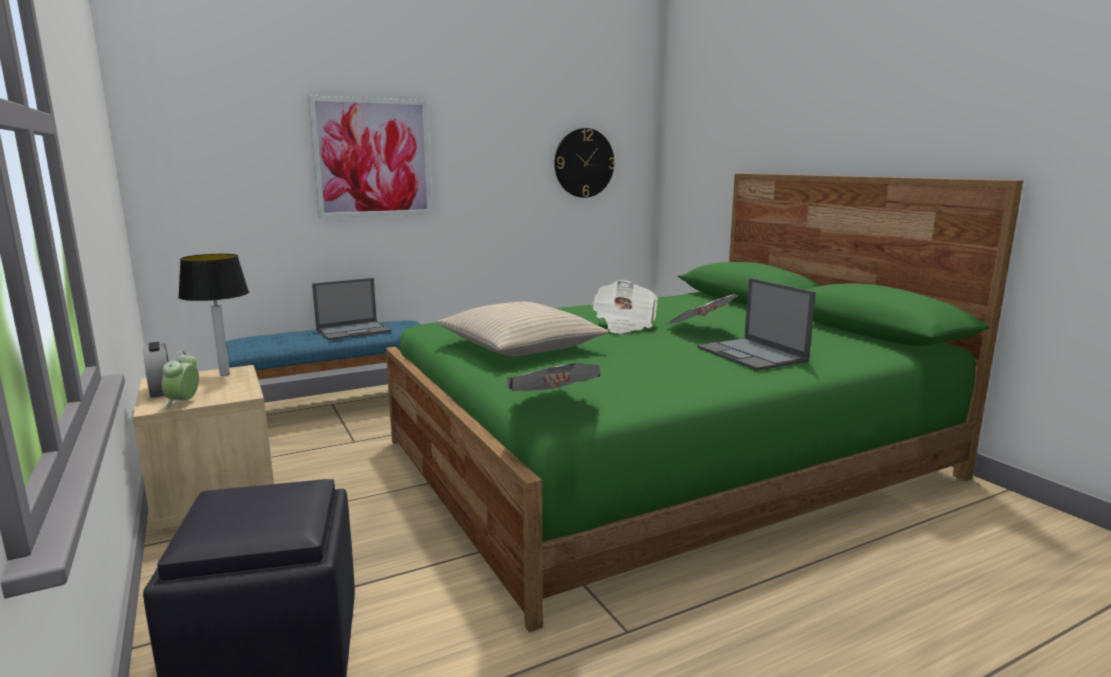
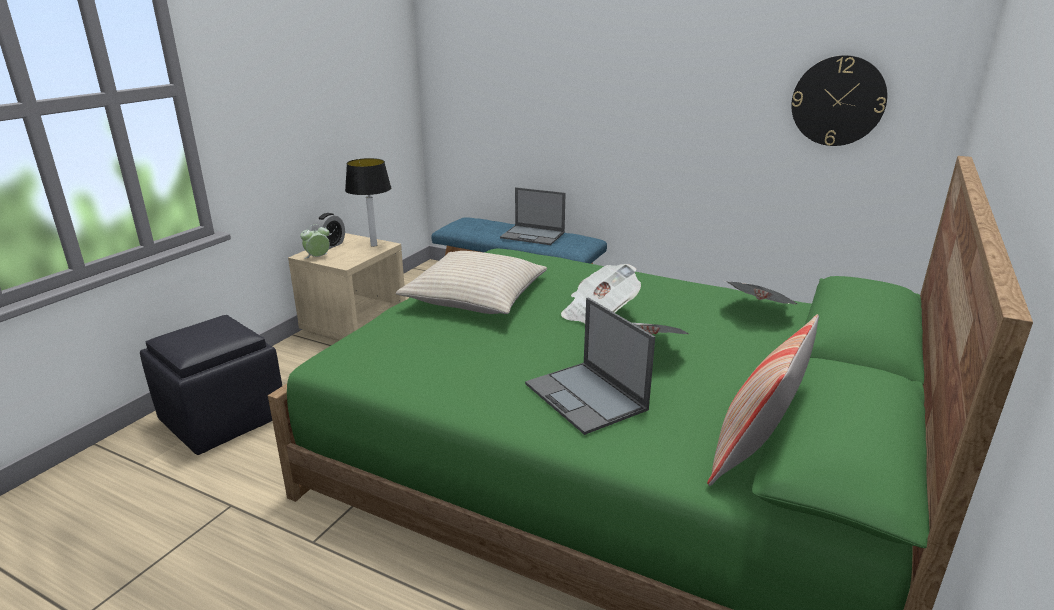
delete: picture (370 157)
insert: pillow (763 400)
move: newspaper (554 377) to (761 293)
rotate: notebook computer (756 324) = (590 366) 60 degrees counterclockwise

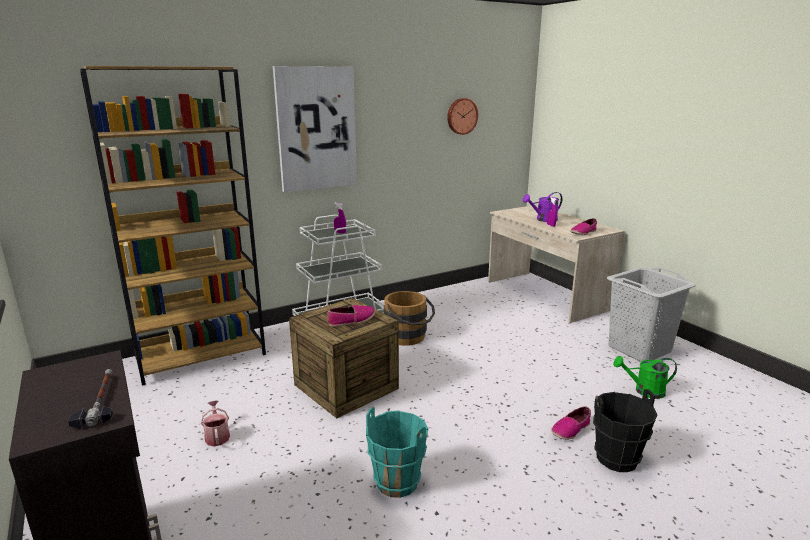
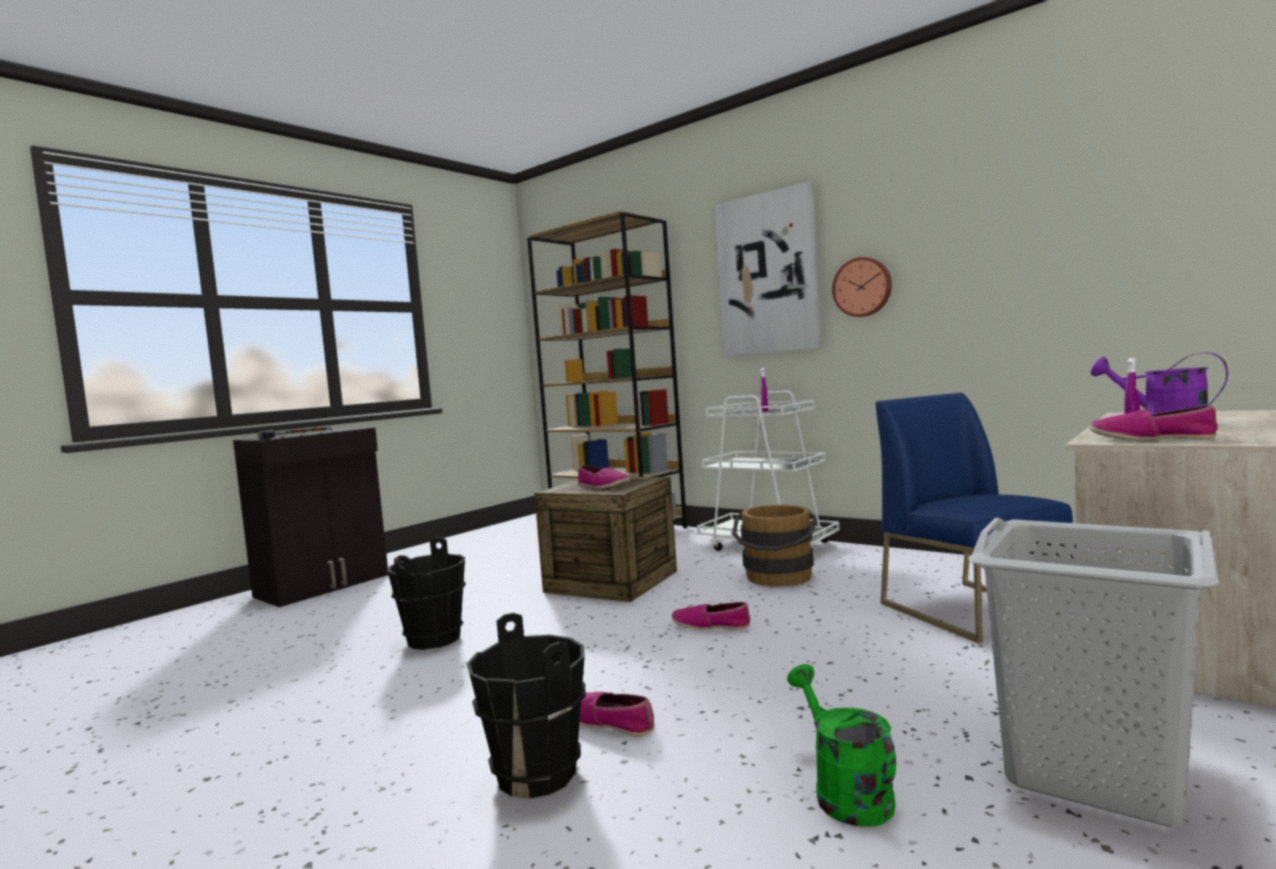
delete: watering pot (215 423)
insert: low shoe (711 616); blue chair (974 518)
move: wall clock (462 116) to (862 287)
recolor: blue-green bucket (397 452) to blackish bucket (426 593)

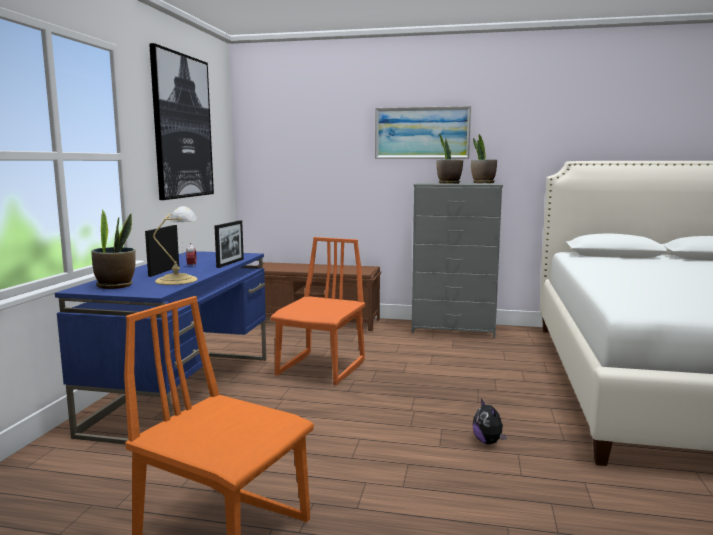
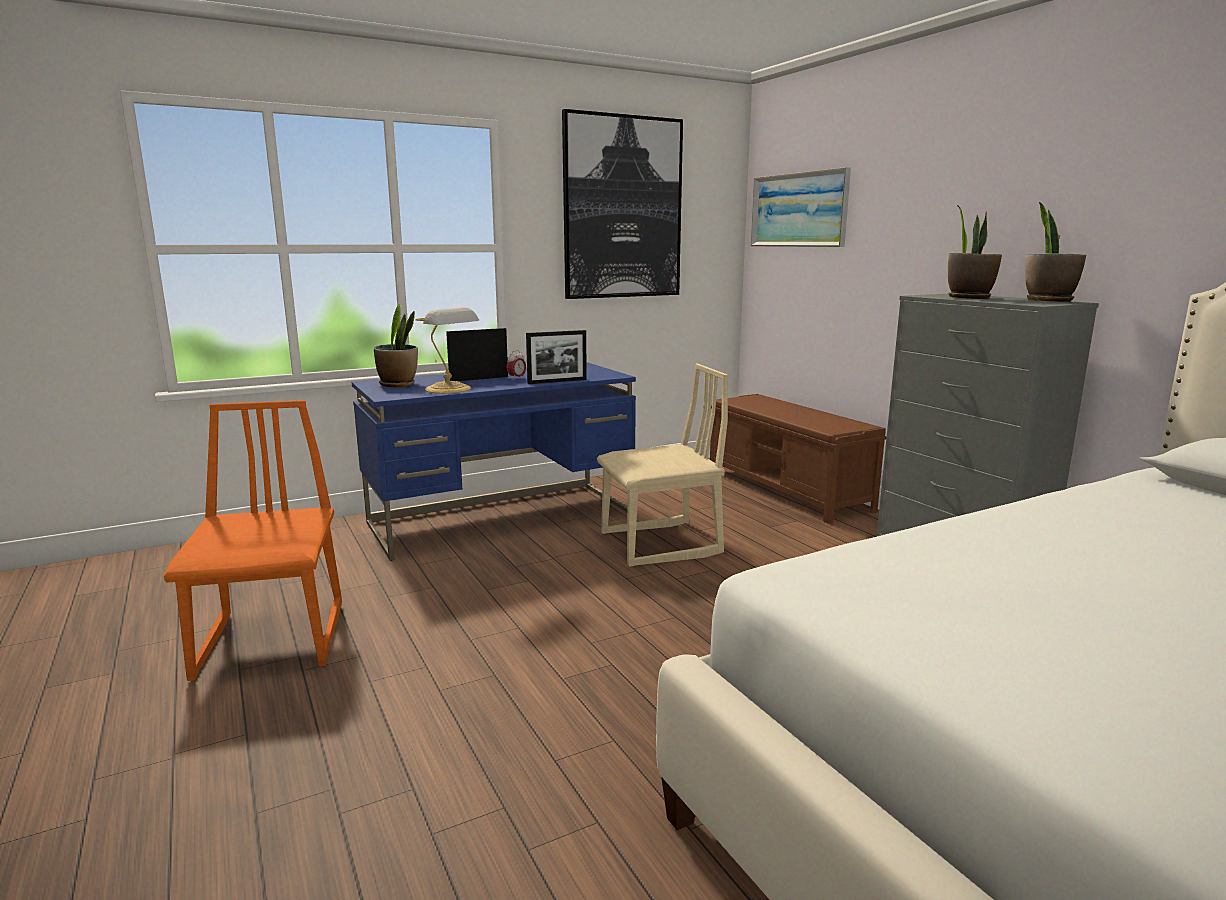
delete: plush toy (490 421)
move: picture (423 132) to (801 207)
recolor: orange-coloured chair (317 311) to beige chair (662 465)

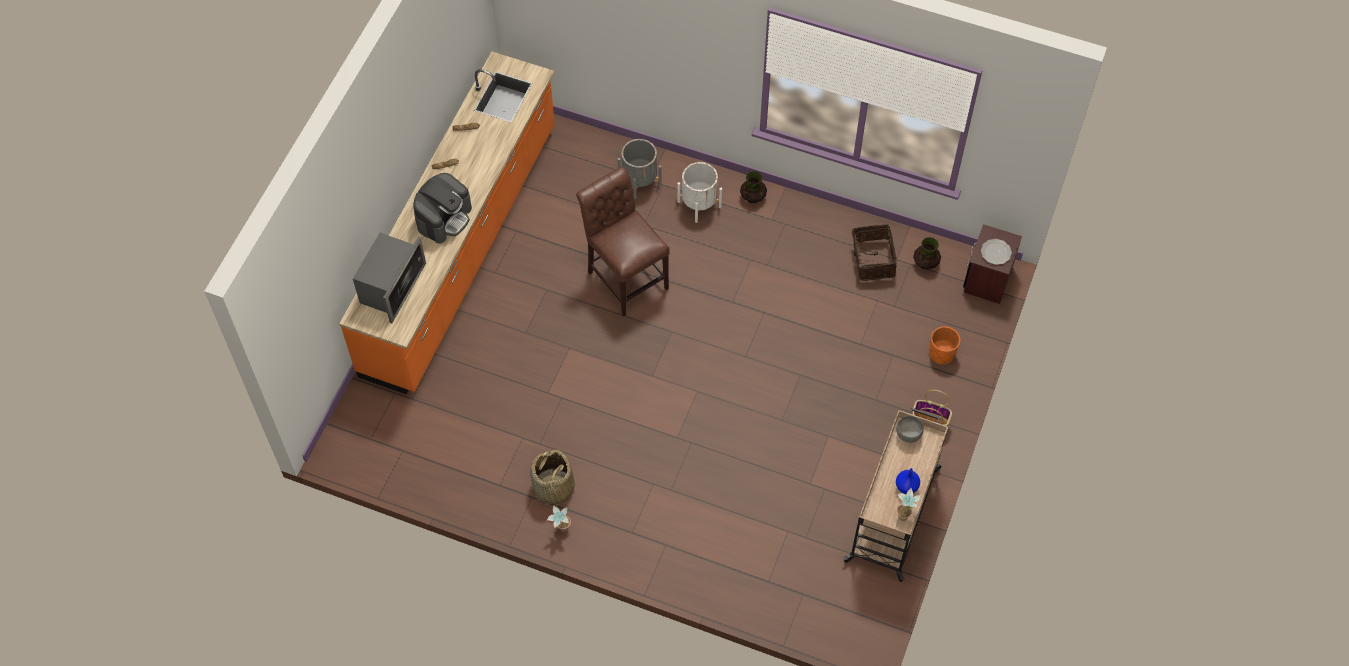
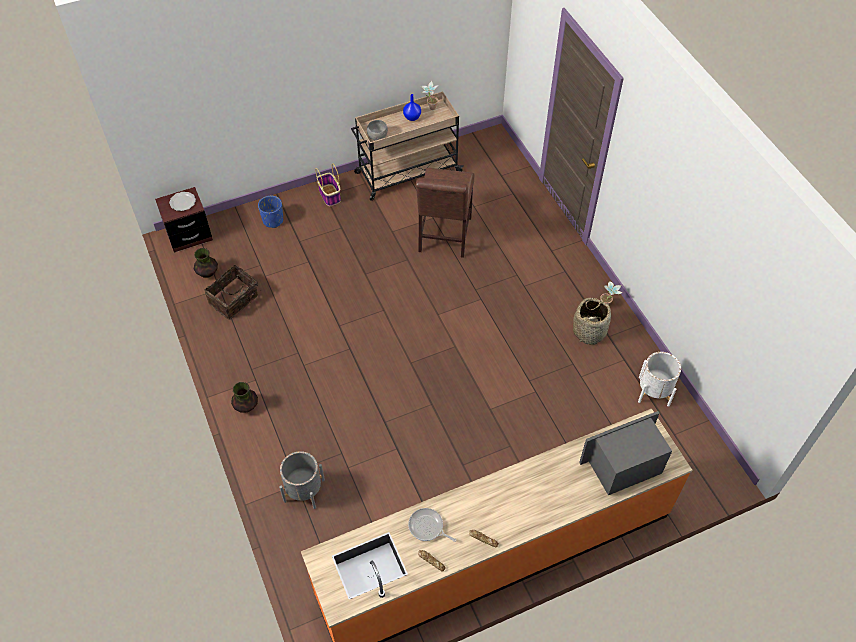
delete: coffee brewer (442 208)
insert: skillet (432 525)
move: brown-coloured chair (623 241) to (445 213); white planter (699 192) to (659 379)
recolor: orange-coloured planter (944 345) to blue planter (270 212)

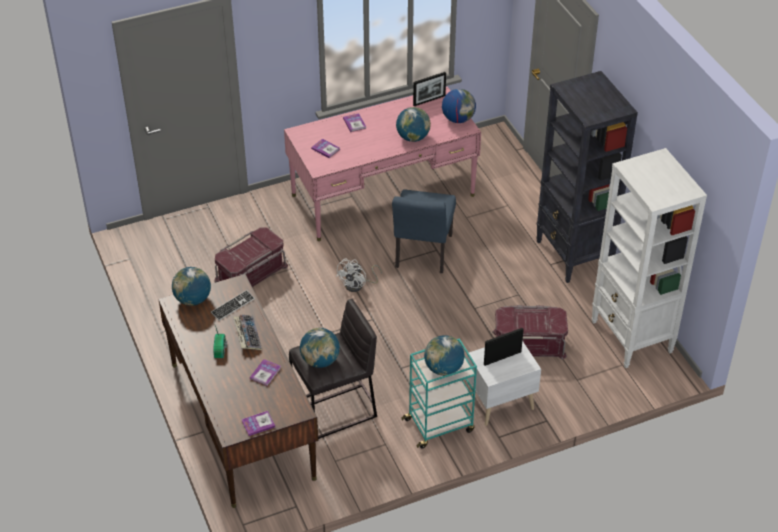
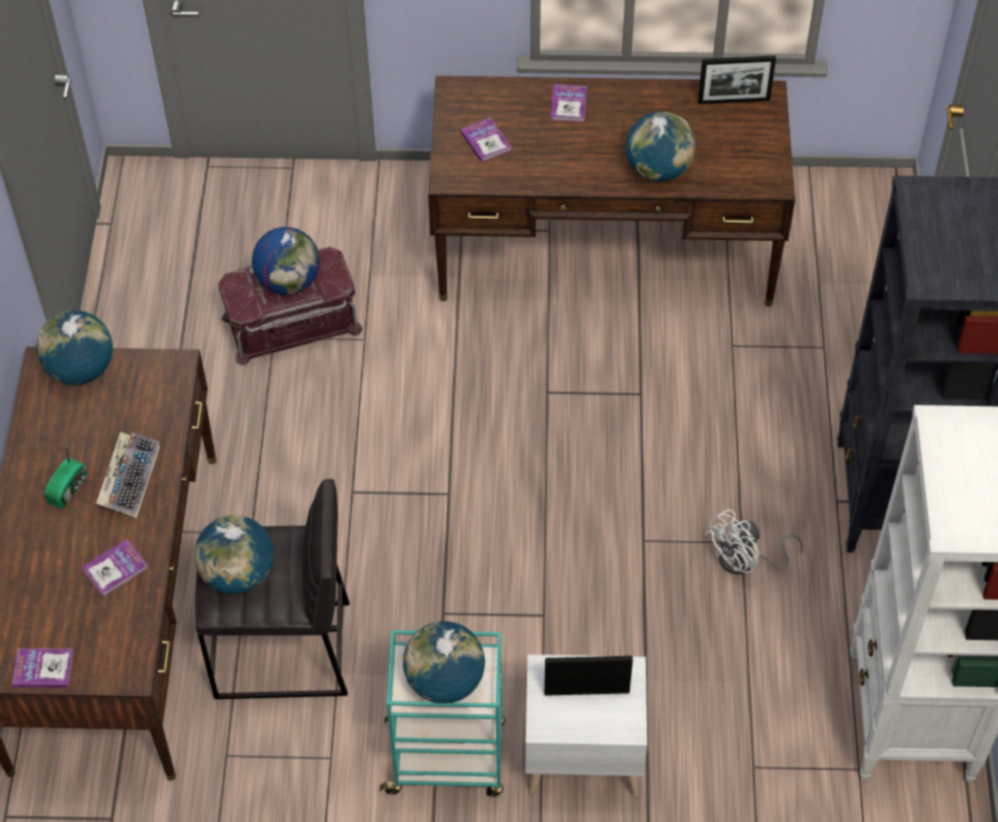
delete: computer keyboard (233 305); blue chair (424 231); reddish storage bin (530 332)
move: white cooling fan (359 275) to (754 542); globe (459 106) to (286 261)
recolor: pink desk table (382 163) to brown-coloured desk table (611 191)

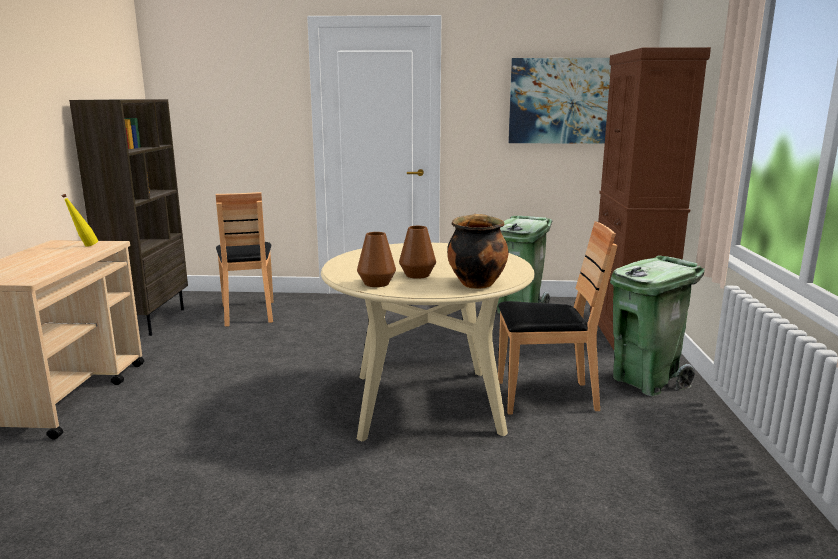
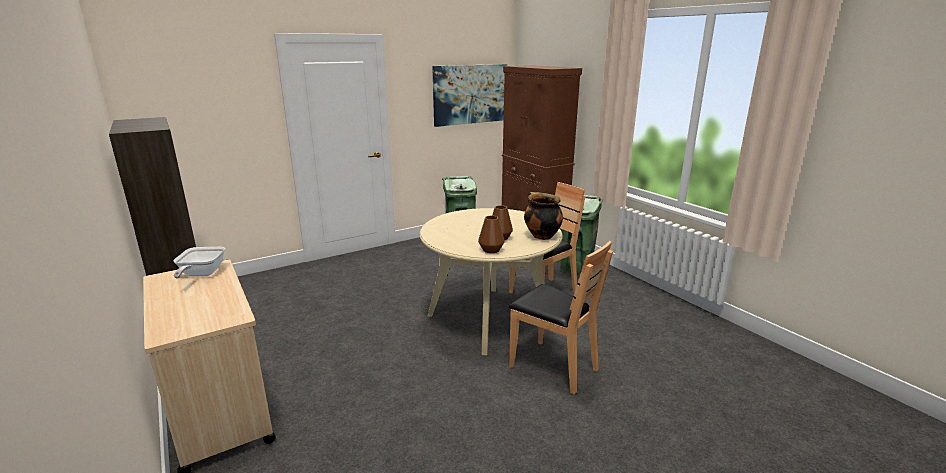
move: brown-coloured chair (244 259) to (561 317)
replace: yellow drink bottle (80 220) to skillet (199 263)

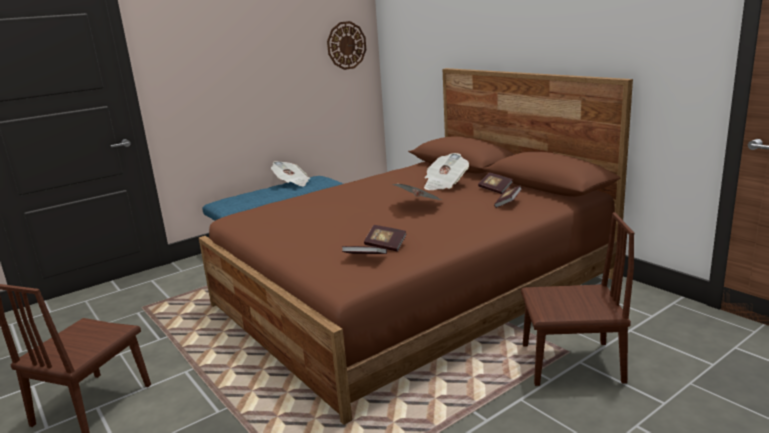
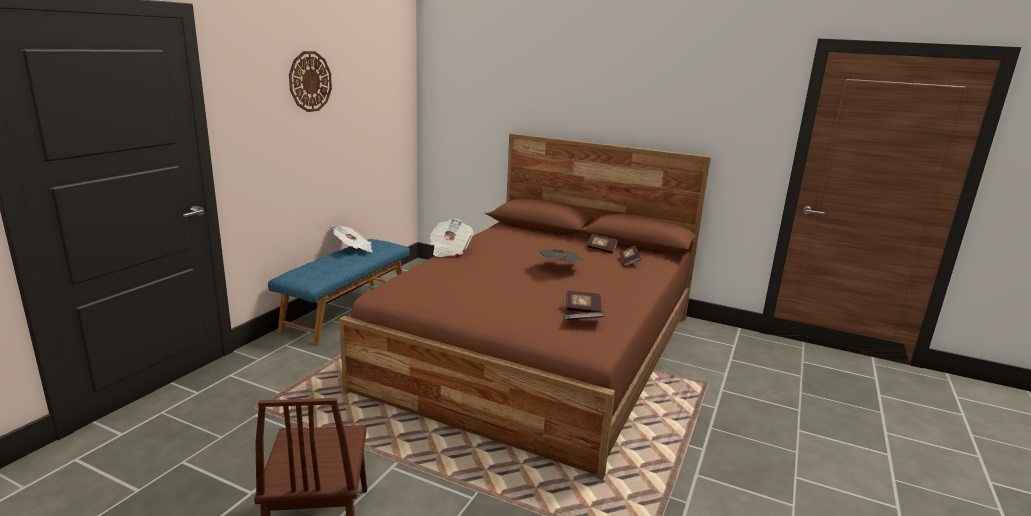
delete: brown-coloured chair (577 299)
move: wall clock (346 45) to (310 81); newspaper (446 171) to (451 238)

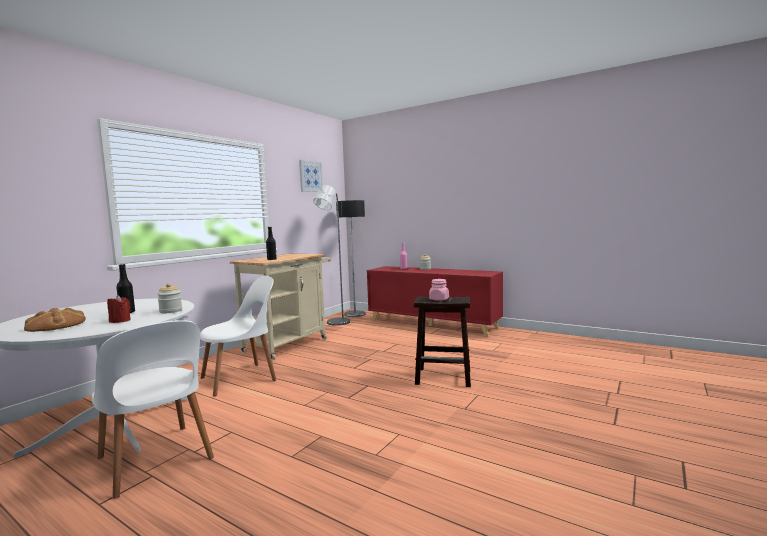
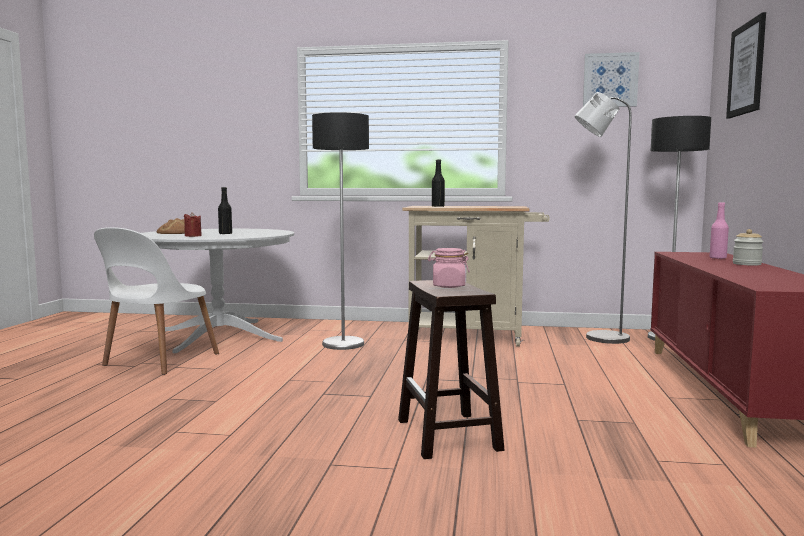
delete: storage jar (169 298)
insert: picture (746 65)
replace: white chair (238 336) to floor lamp (340 231)

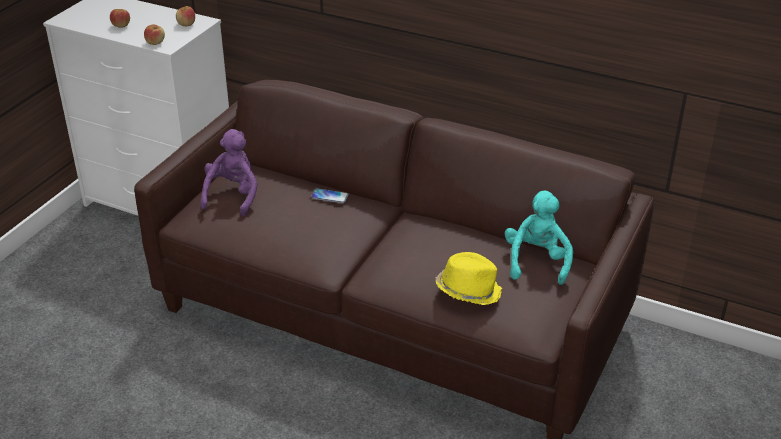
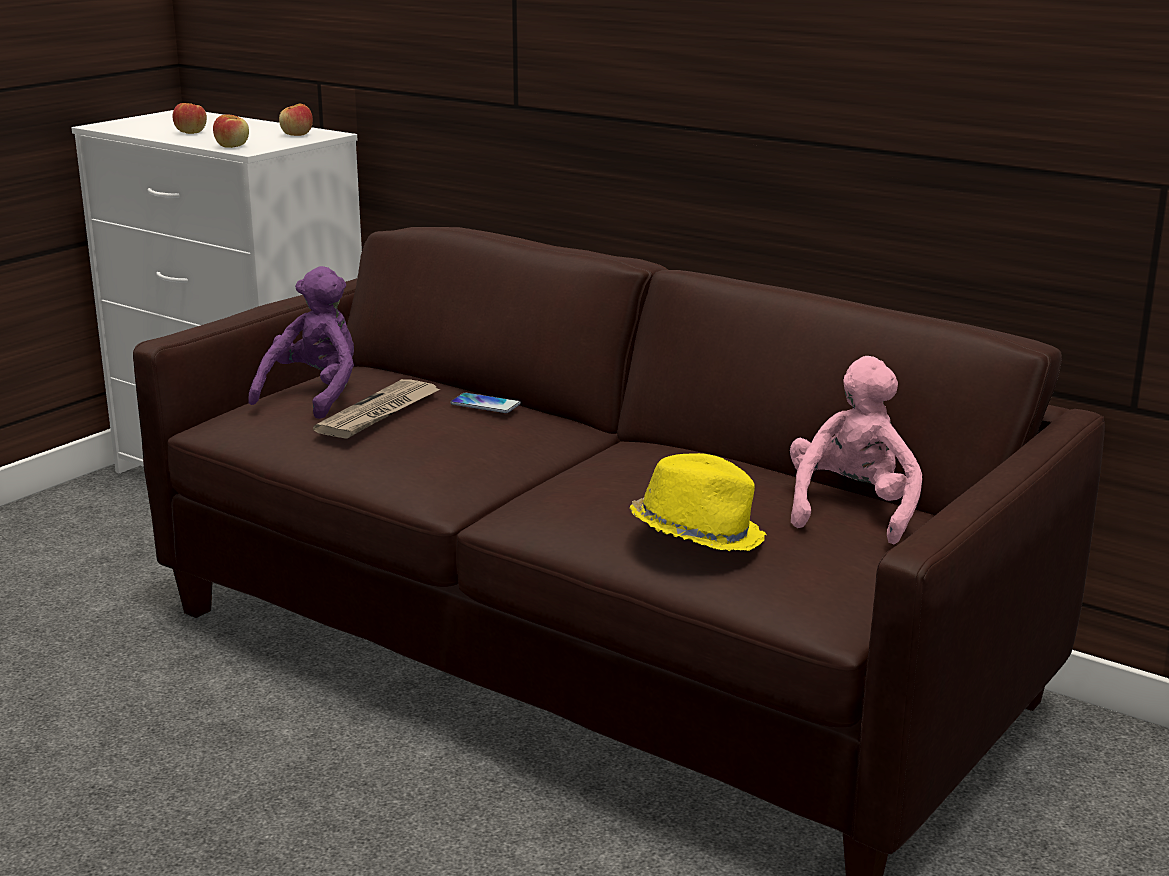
insert: newspaper (376 409)
recolor: blue-green plush toy (539 238) to pink plush toy (856 450)

